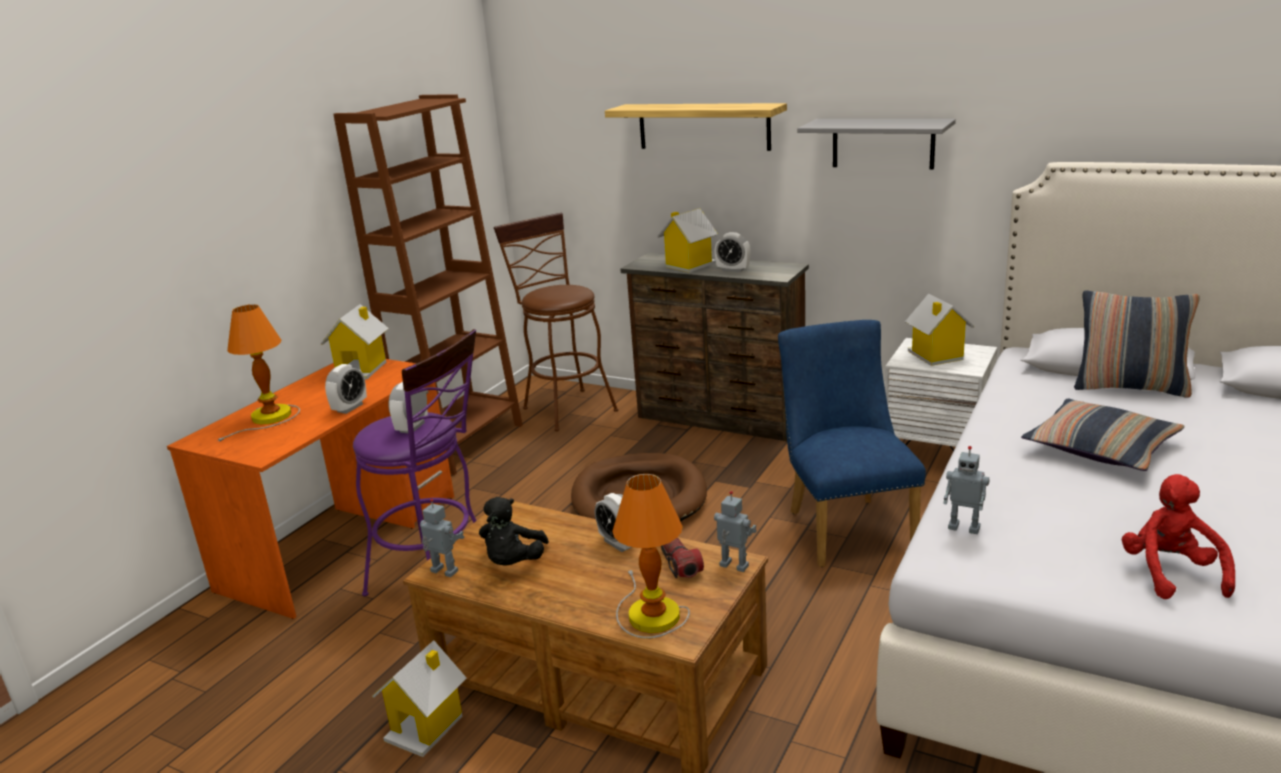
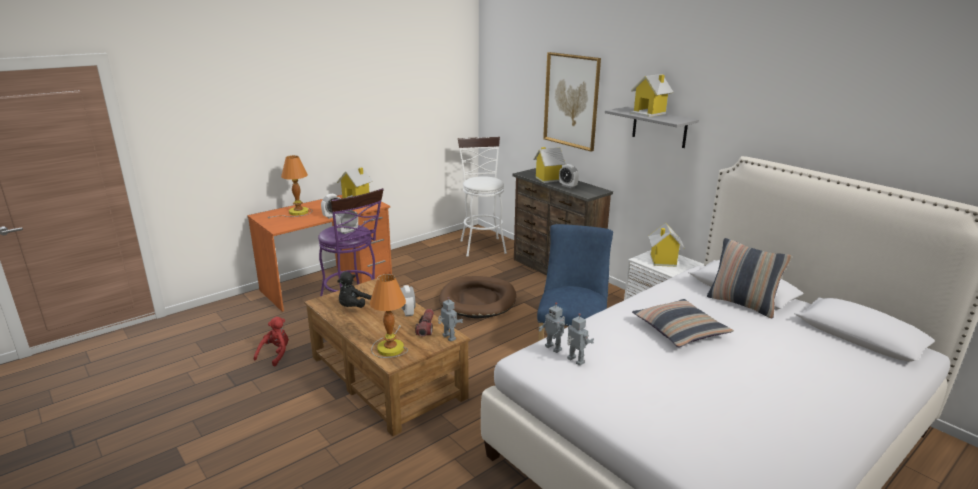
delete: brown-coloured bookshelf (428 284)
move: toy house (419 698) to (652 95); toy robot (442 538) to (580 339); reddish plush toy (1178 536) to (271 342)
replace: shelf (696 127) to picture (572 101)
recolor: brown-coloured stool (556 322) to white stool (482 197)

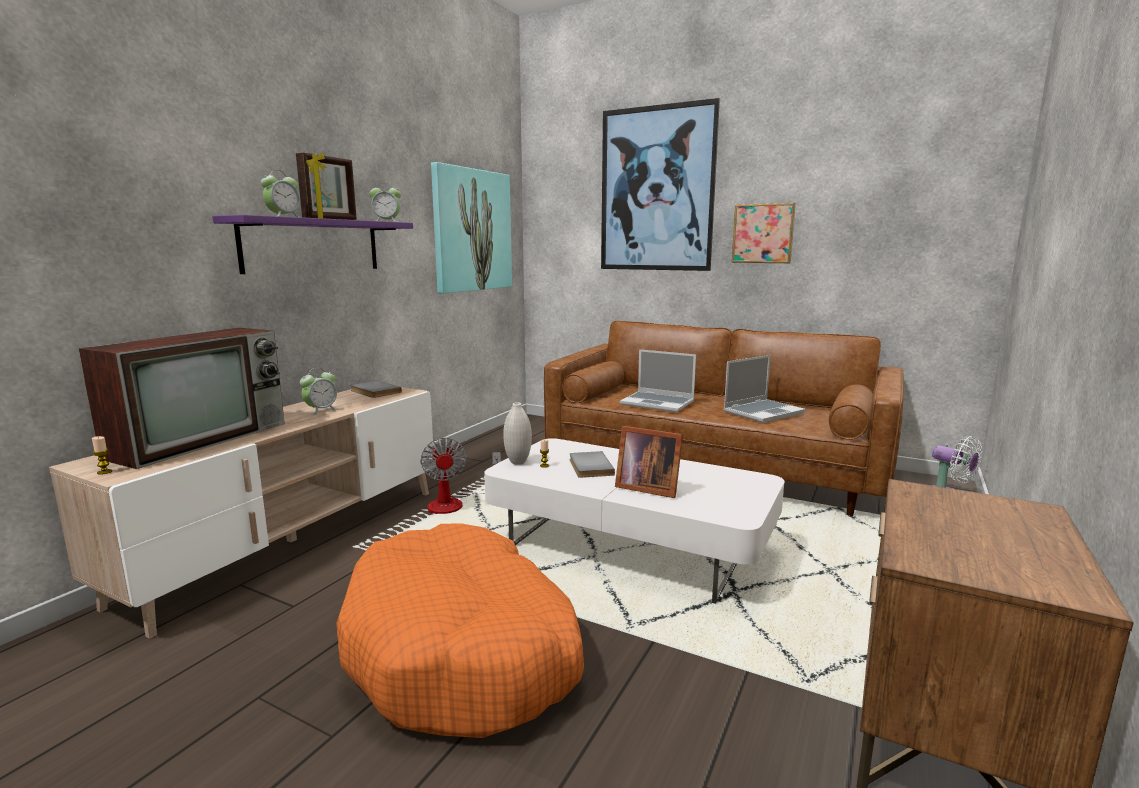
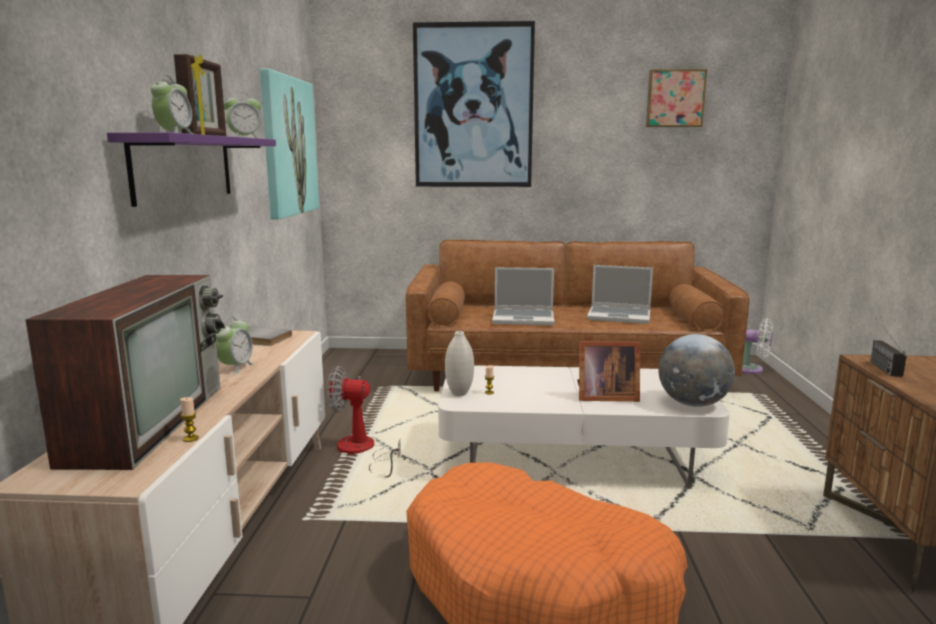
delete: grey book (592 464)
insert: globe (696 370); radio receiver (888 347)
move: wax candle (102 455) to (189 419); picture (764 233) to (676 98)
rotate: cooling fan (460 476) = (364 422) 135 degrees clockwise; notebook computer (764 389) = (620 294) 75 degrees clockwise

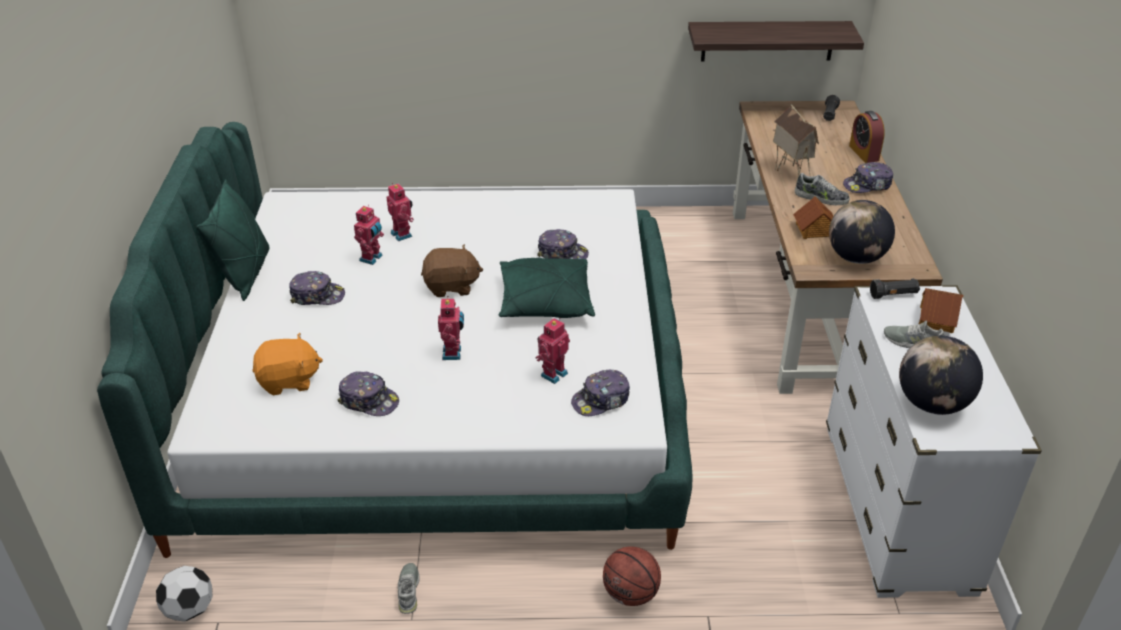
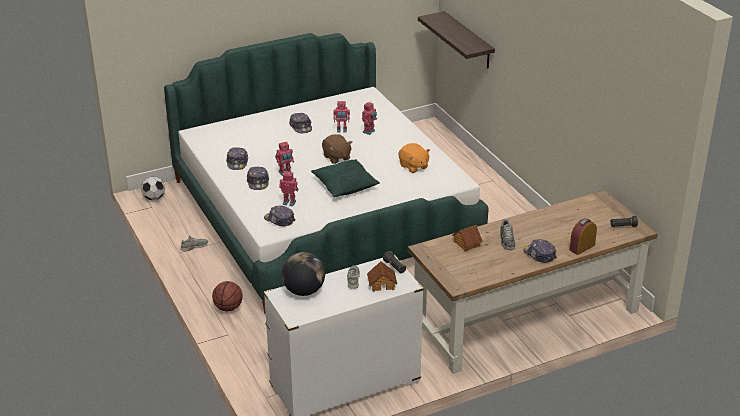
delete: greenish pillow (233 240); toy house (796 144); globe (862 232)
move: orange-coloured plush toy (287 364) to (414 158); cap (563 244) to (258 178); shelf (776 41) to (456 39)

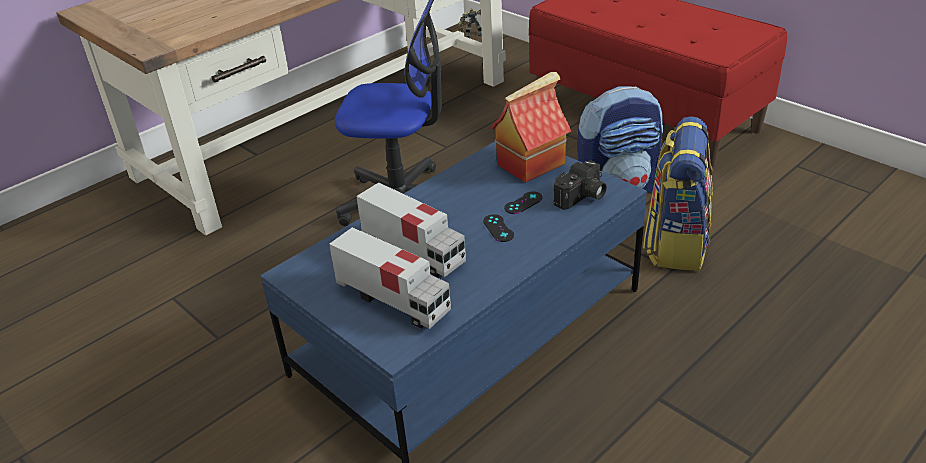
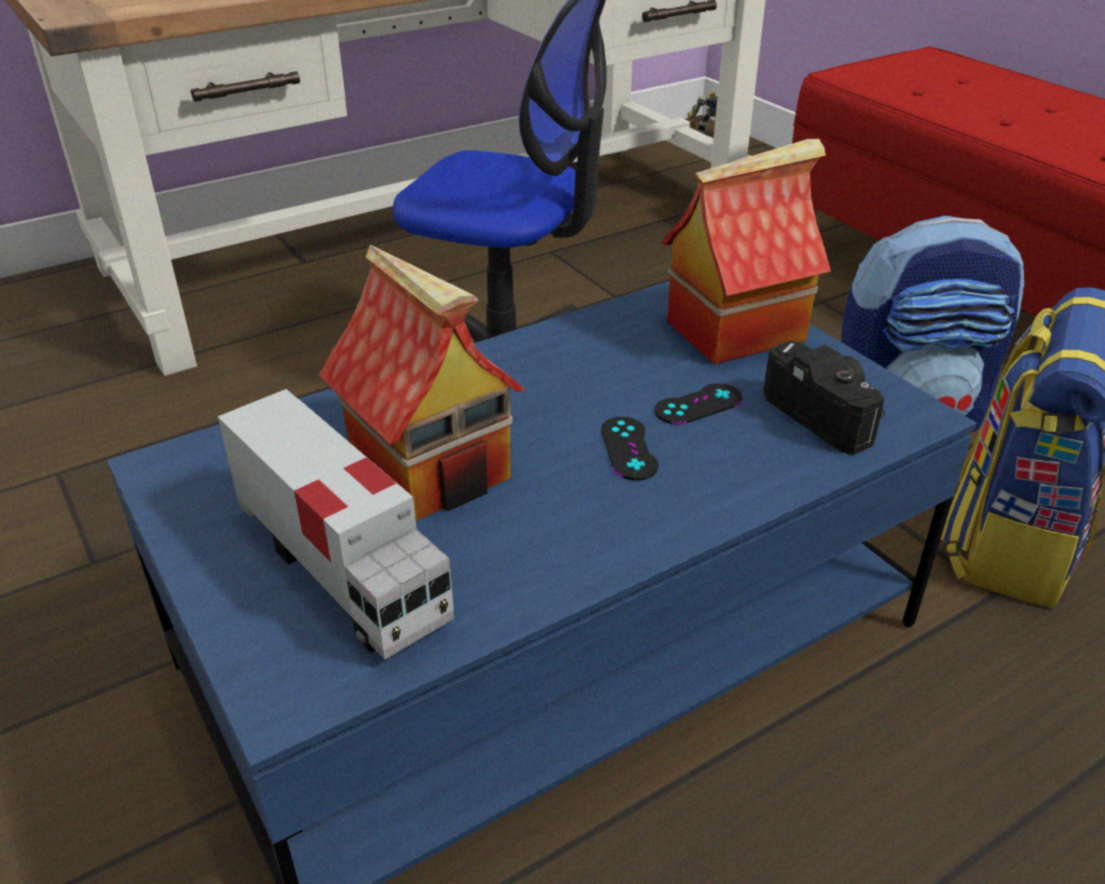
replace: toy truck (411 229) to toy house (422 383)
rotate: photo camera (580 185) = (824 397) 90 degrees counterclockwise

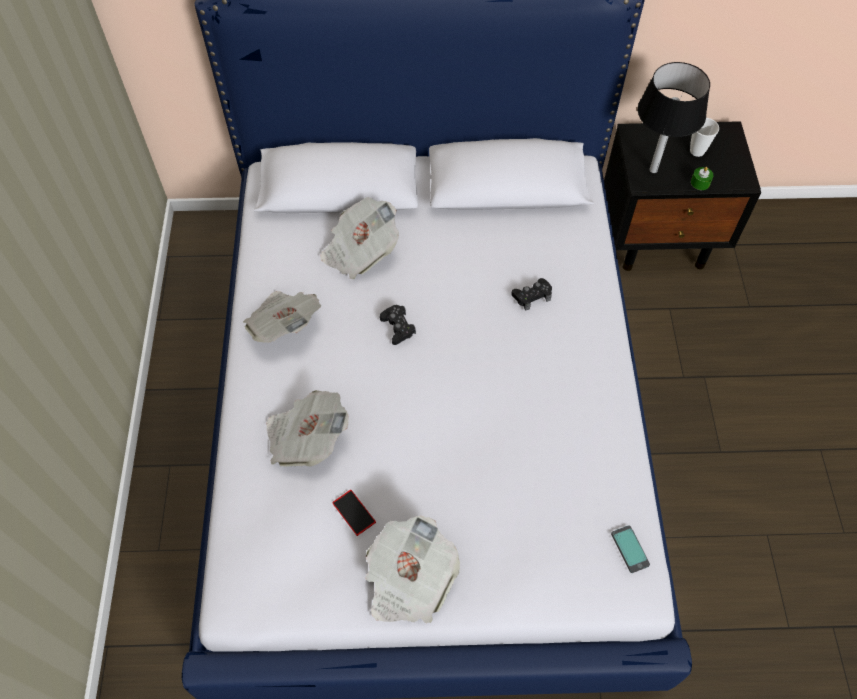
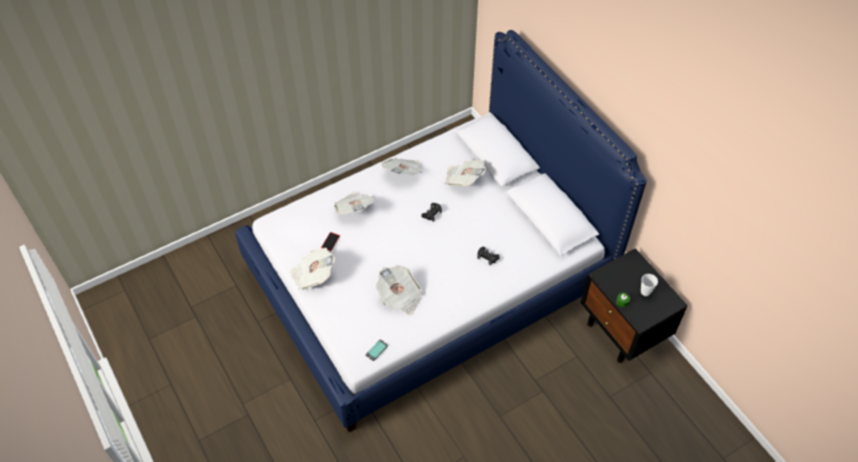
delete: blackish lamp for a table (674 117)
insert: newspaper (399 290)

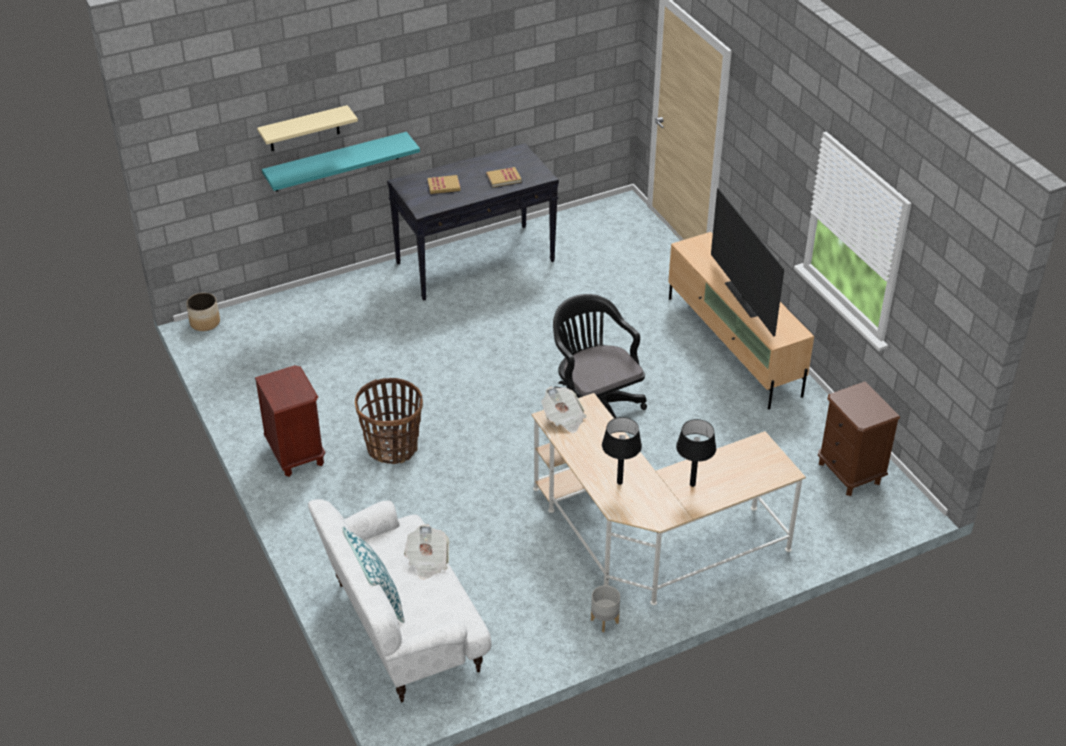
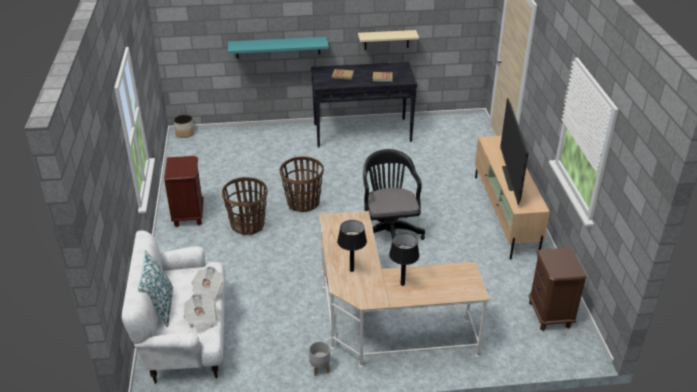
insert: storage basket (302 184)
move: beige shelf (307 128) to (388 40); newspaper (564 410) to (201 313)

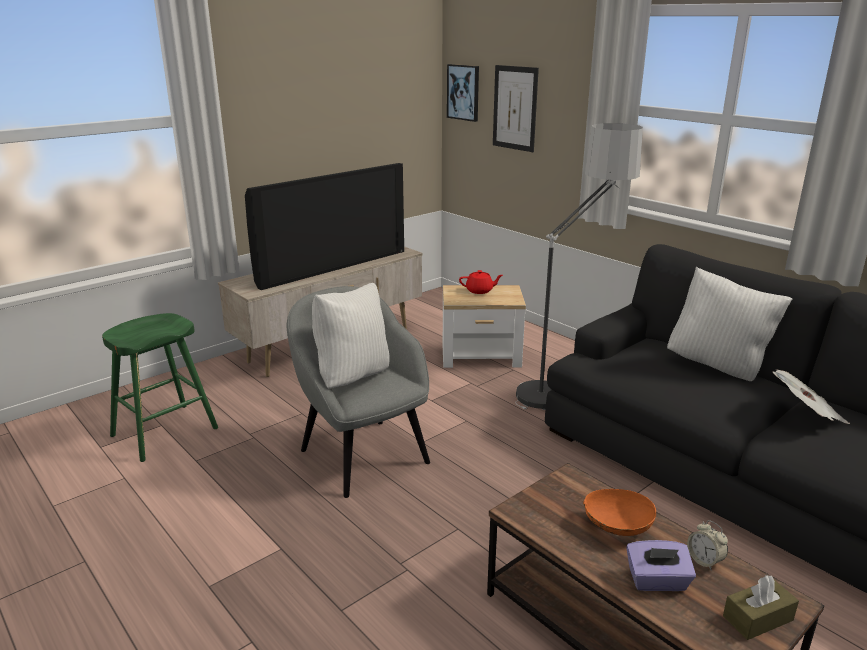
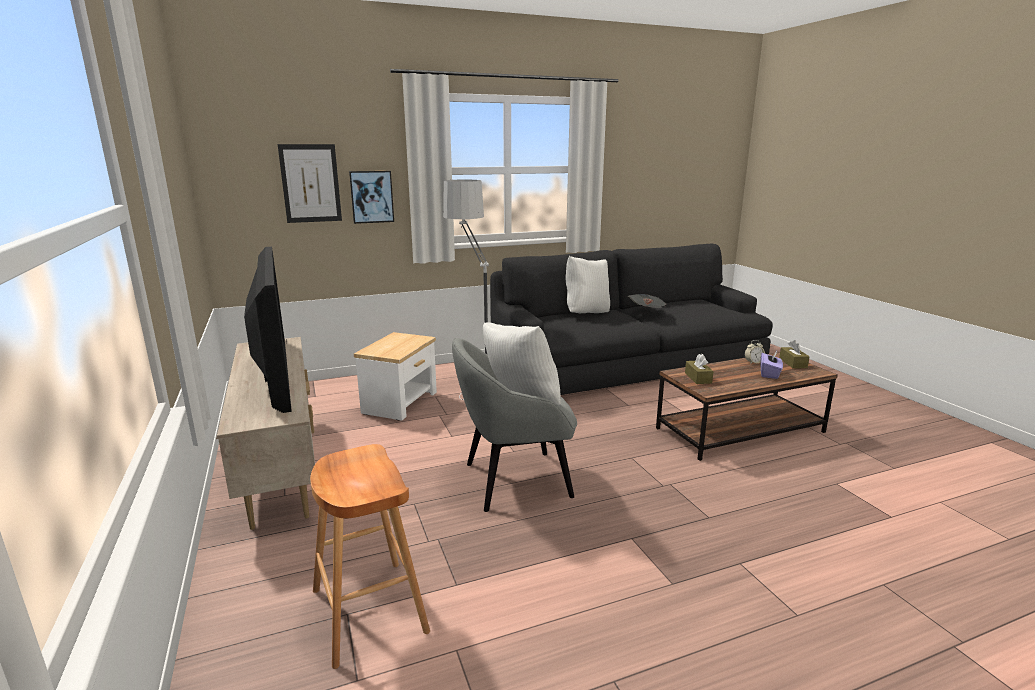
delete: reddish tea pot (481 282); orange-coloured deep dish (620 512)
insert: brown-coloured tissue holder (699 369)
move: picture (463 93) to (371 197)
recolor: greenish stool (160 387) to brown-coloured stool (370 556)

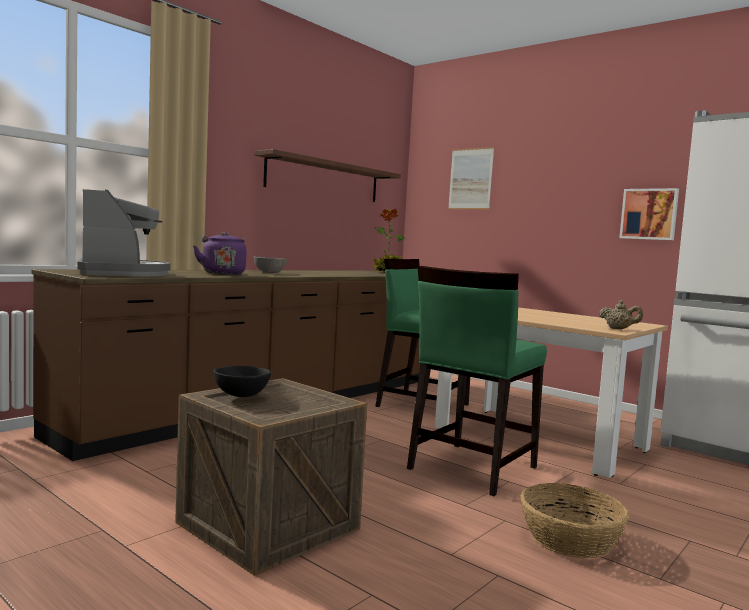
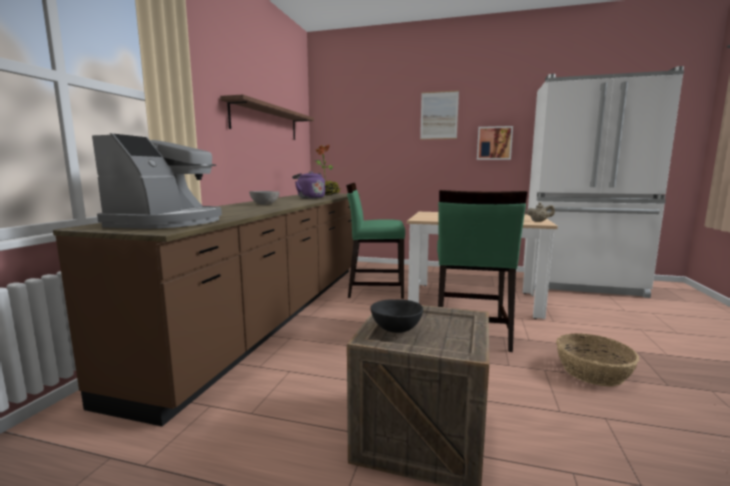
move: purplish kettle (220 253) to (308 185); picture (471 178) to (439 115)
rotate: coffee brewer (124 232) = (157 181) 60 degrees clockwise

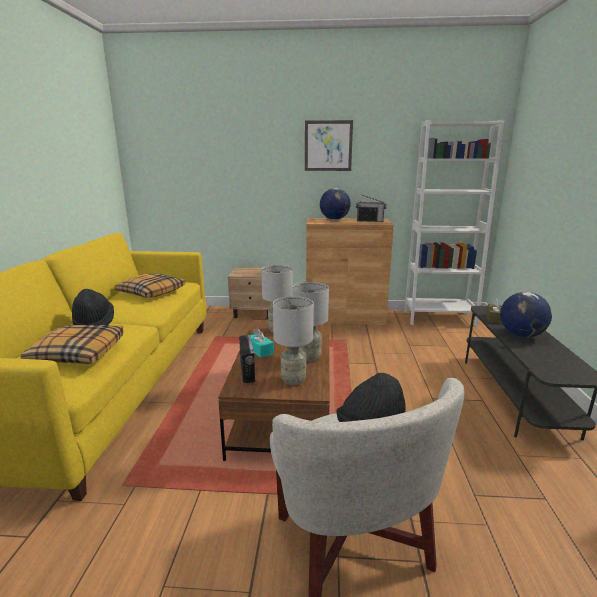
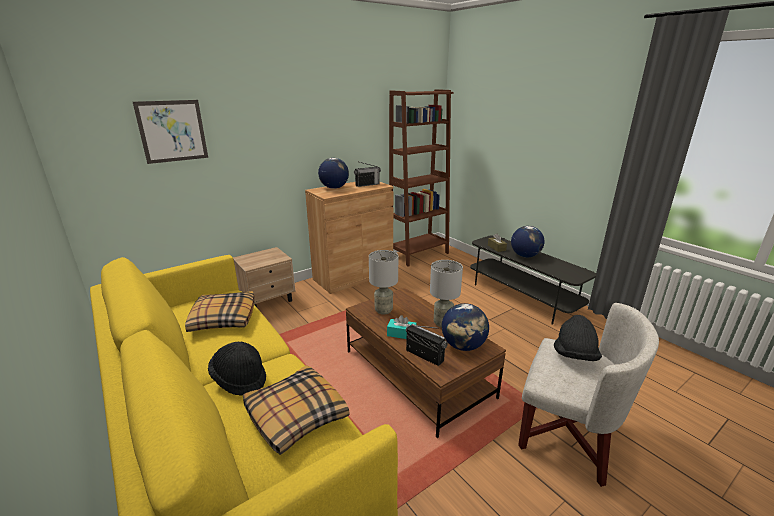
move: picture (329 145) to (170 132)
replace: grey lamp for a table (293 340) to globe (465 327)
recolor: white bookshelf (454 223) to brown-coloured bookshelf (421 178)

